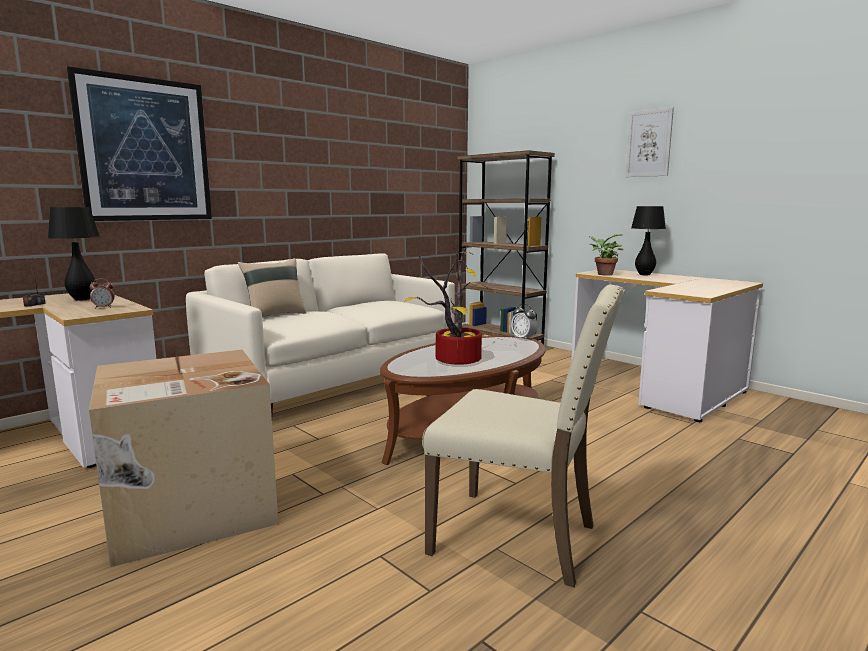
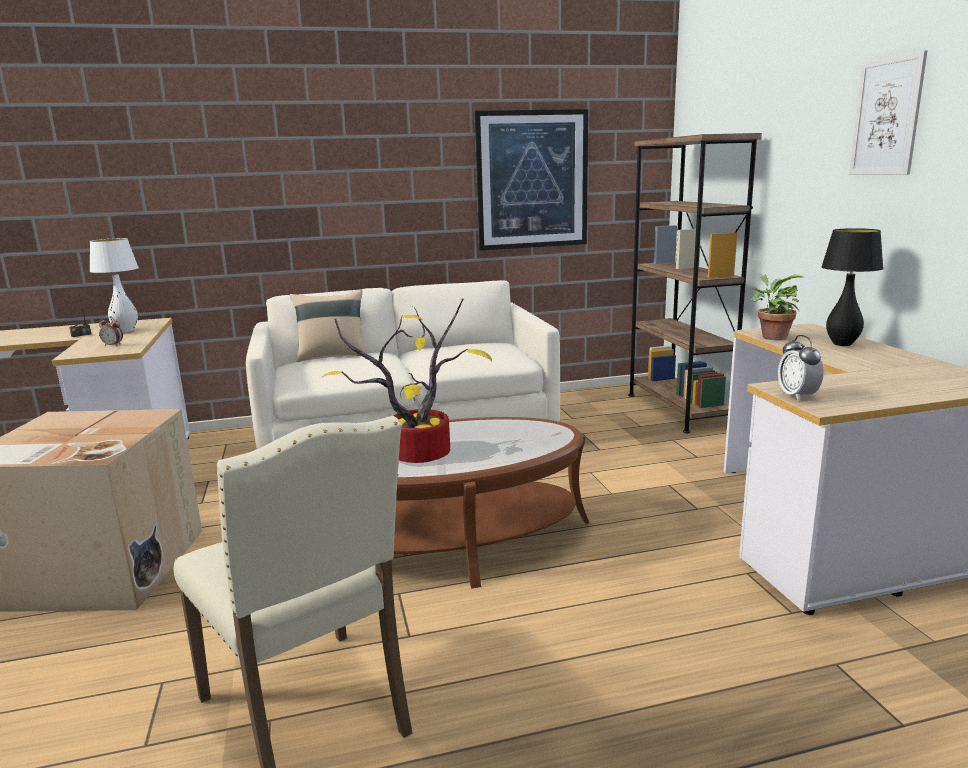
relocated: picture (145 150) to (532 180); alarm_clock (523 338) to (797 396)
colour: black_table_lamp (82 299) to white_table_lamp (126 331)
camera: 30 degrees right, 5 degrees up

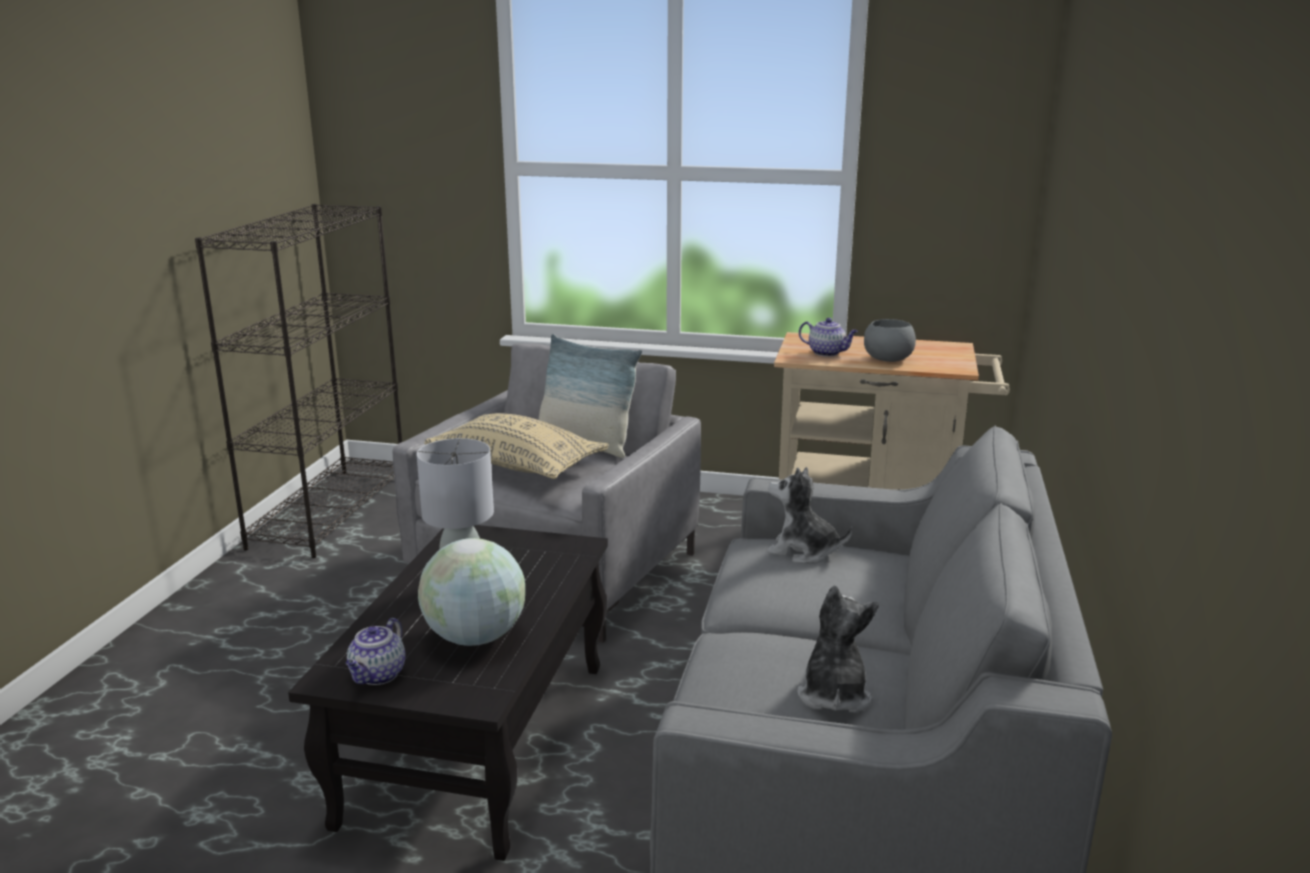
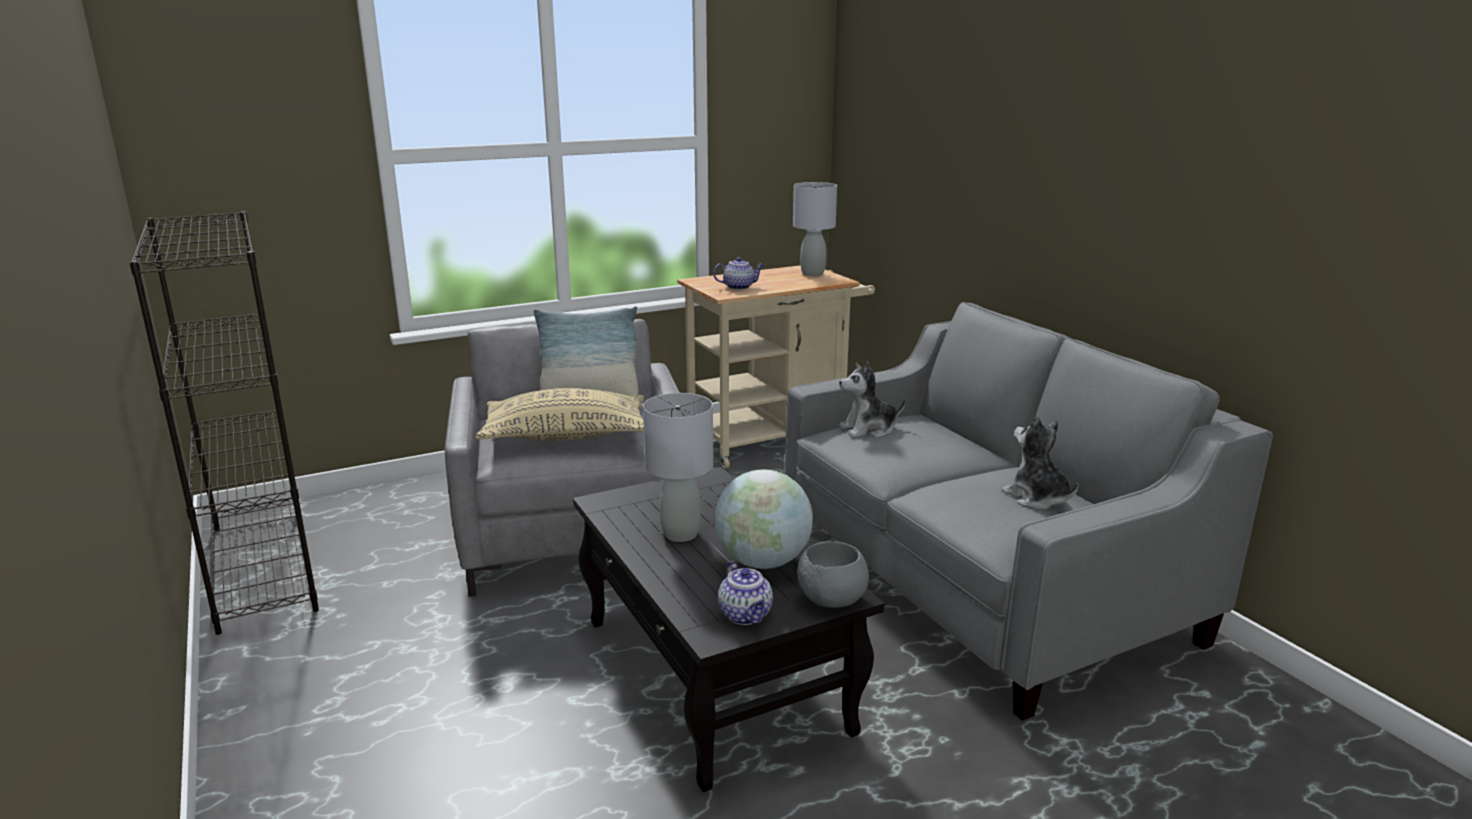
appeared: grey_table_lamp (813 274)
relocated: grey_bowl (887 359) to (831 598)
camera: 40 degrees left, 0 degrees up

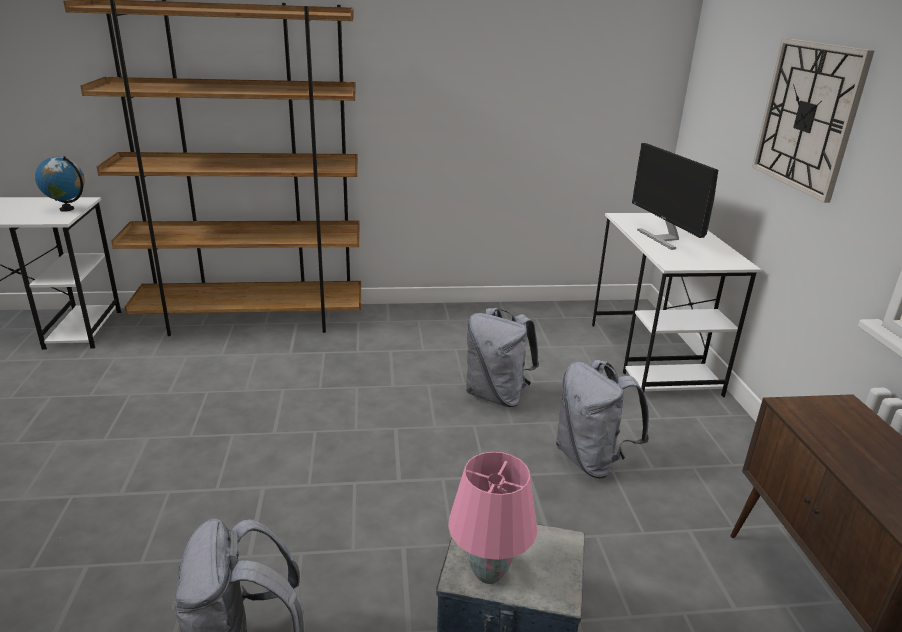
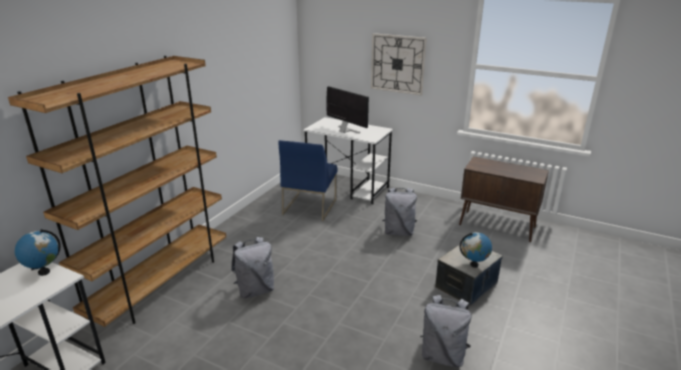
appeared: blue_chair (309 206)
relocated: grey_backpack (497 395) to (255 290)
exchanged: pink_table_lamp (488 574) to globe (474 264)
spun: monitor (663 238) = (346 131) 150 degrees counterclockwise
camera: 55 degrees left, 0 degrees up

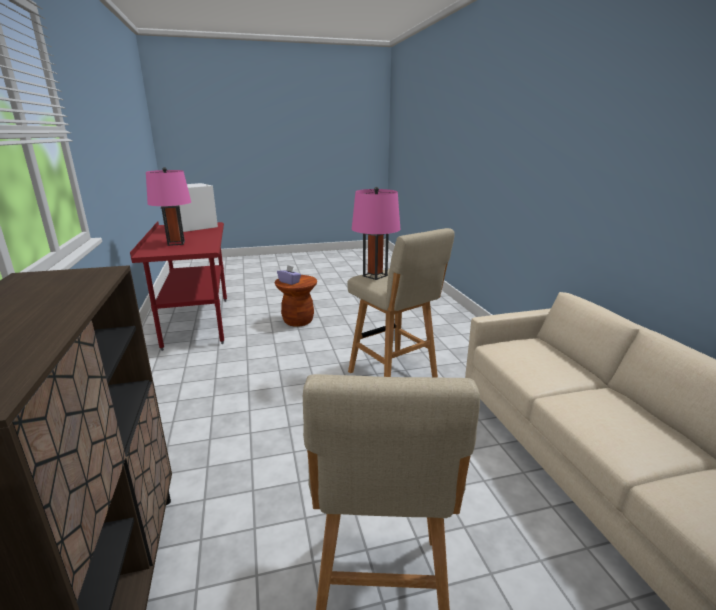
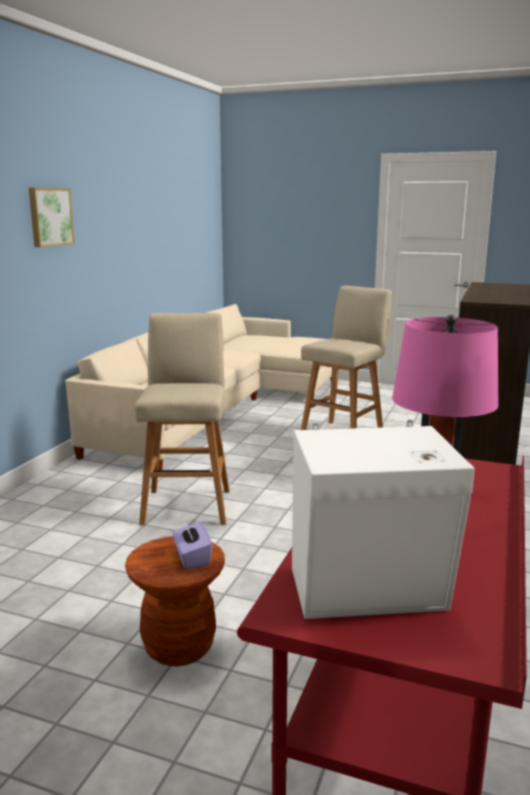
missing: pink_table_lamp (375 275)
appeared: picture (50 217)
camera: 145 degrees left, 5 degrees down

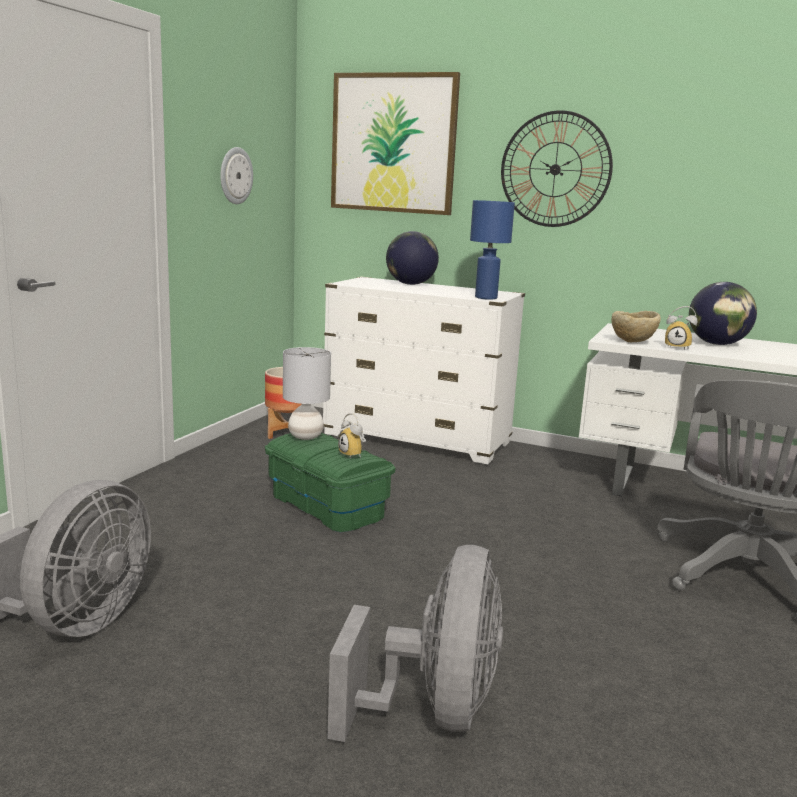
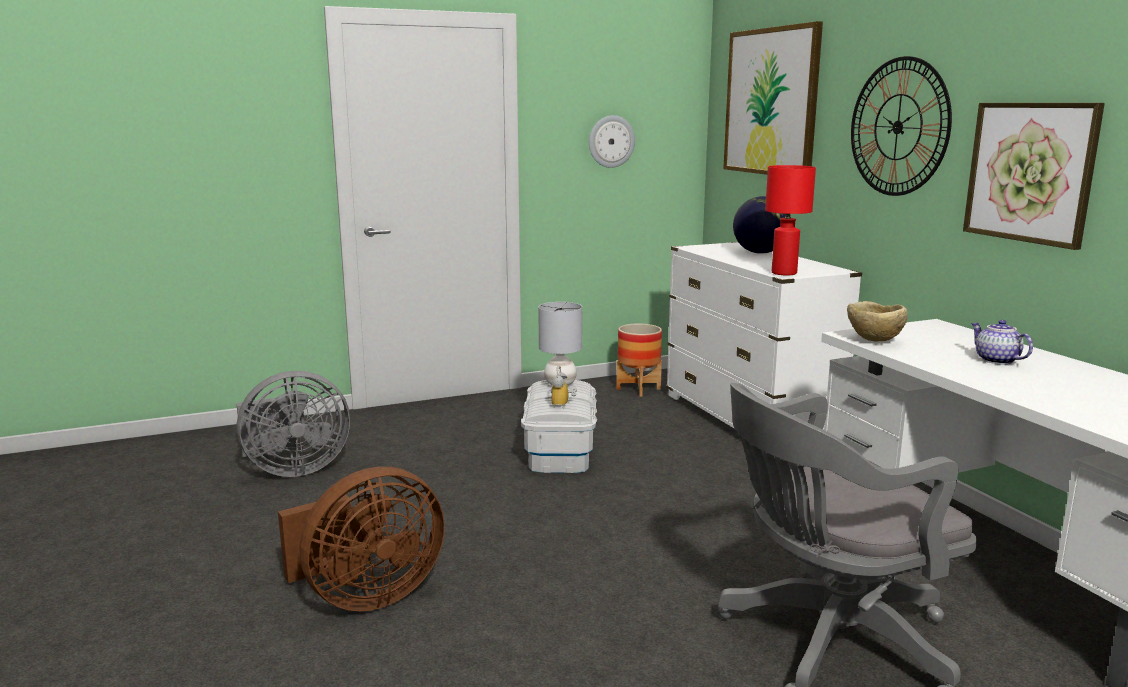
missing: alarm_clock (678 347)
appeared: picture (1030 172)
exchanged: globe (717 344) to teapot (995 360)
colour: green_storage_box (327 506) to white_storage_box (560 450); grey_fan (434 711) to brown_fan (366 596); blue_table_lamp (486 298) to red_table_lamp (784 273)
camera: 45 degrees right, 0 degrees up

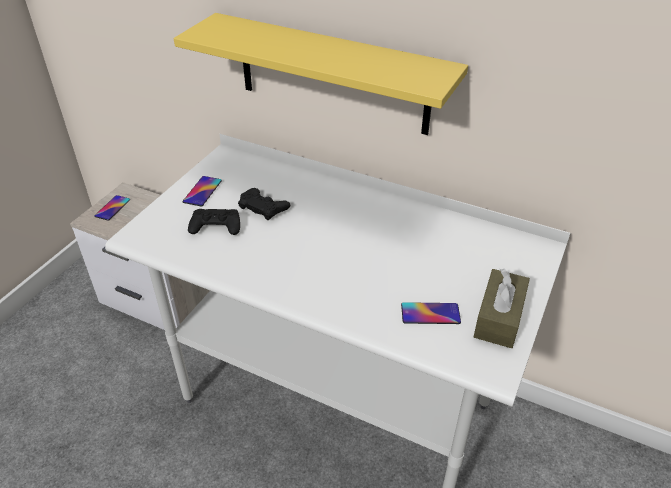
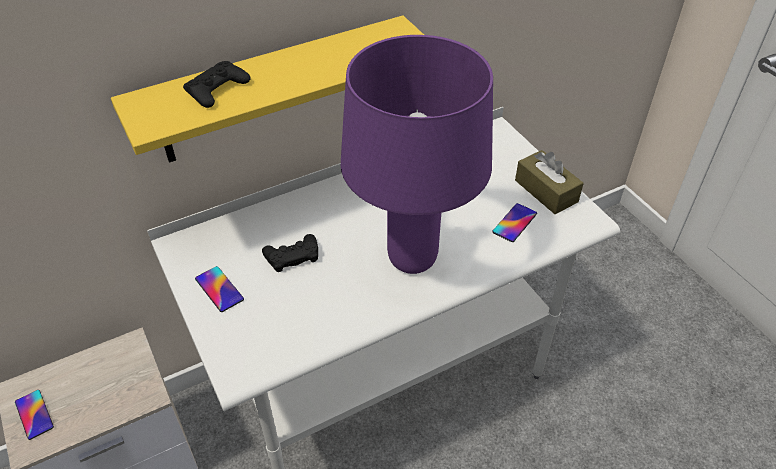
appeared: purple_table_lamp (413 259)
relocated: black_game_controller (216 226) to (217 90)
camera: 55 degrees left, 5 degrees up

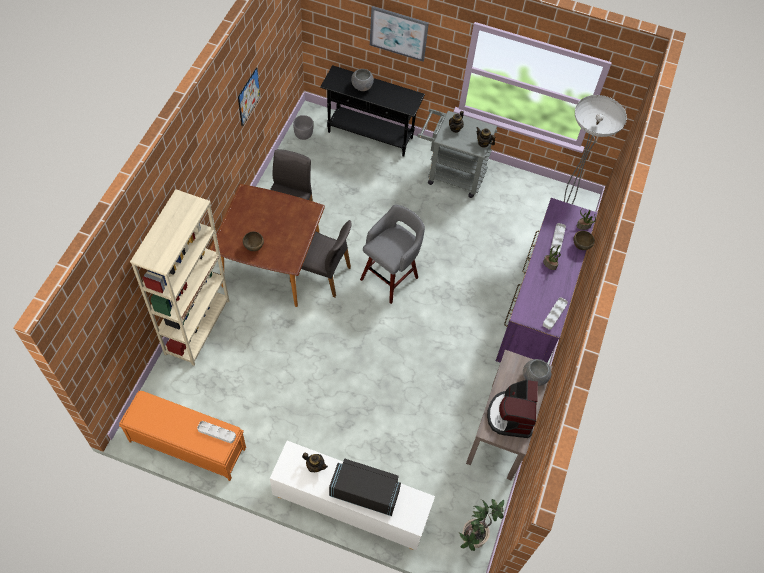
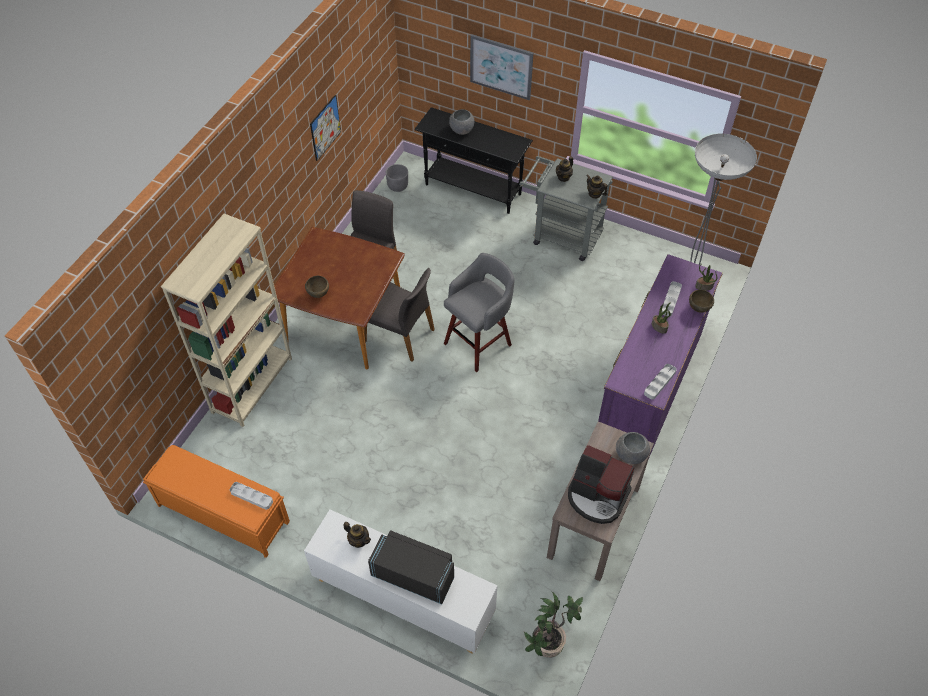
spun: coffee_machine (510 415) = (597 497) 75 degrees counterclockwise
camera: 10 degrees right, 5 degrees down

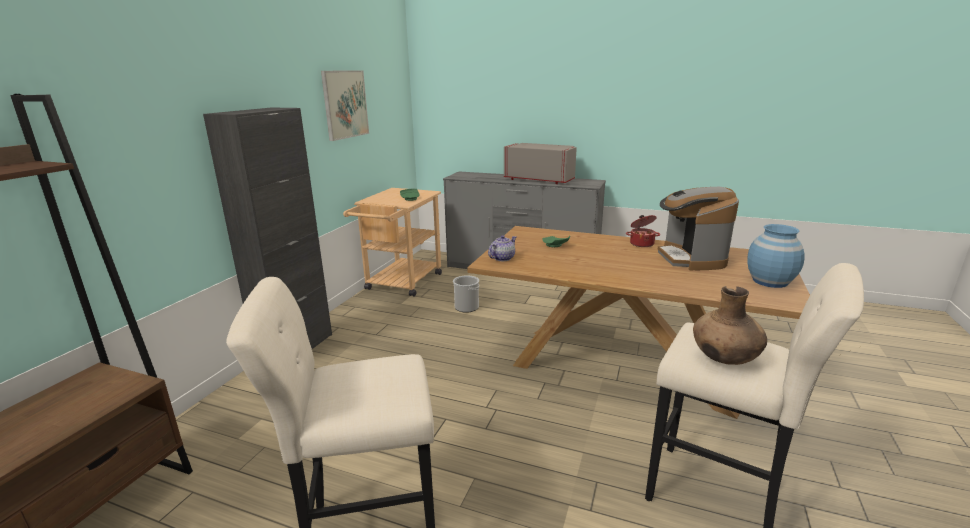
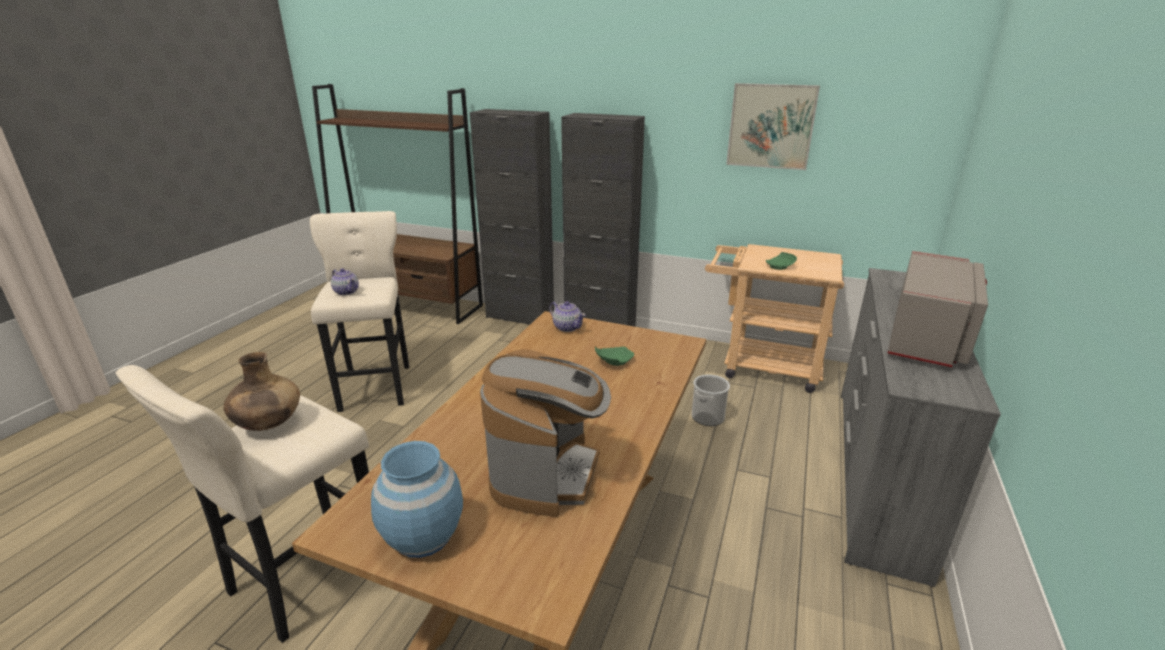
missing: cooking_pot (641 243)
appeared: teapot (346 291); black_cabinet (520 316)
spun: coffee_machine (690 258) = (546 473) 105 degrees clockwise
camera: 90 degrees right, 5 degrees up

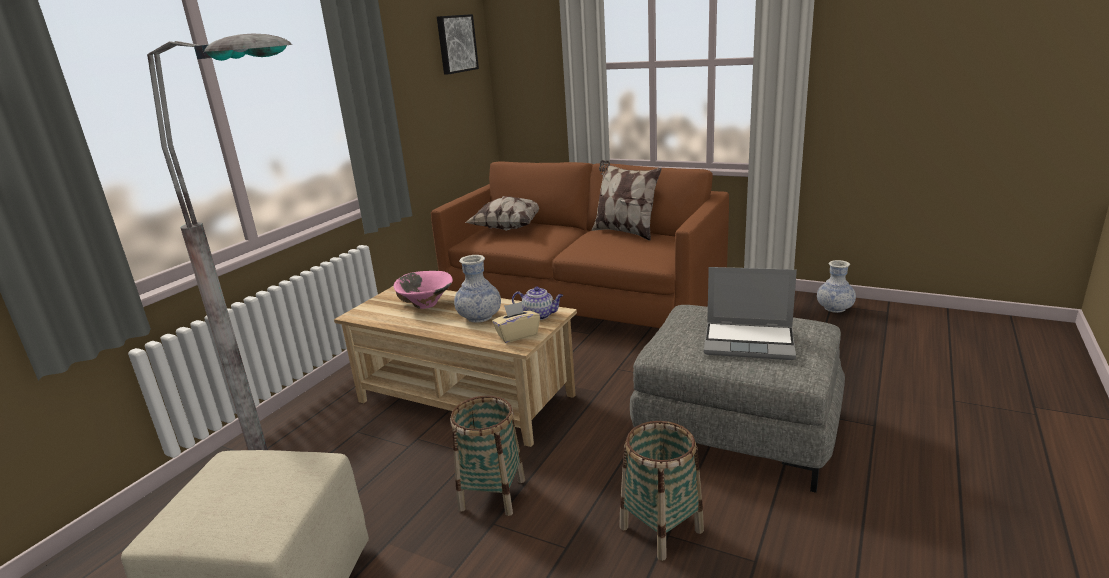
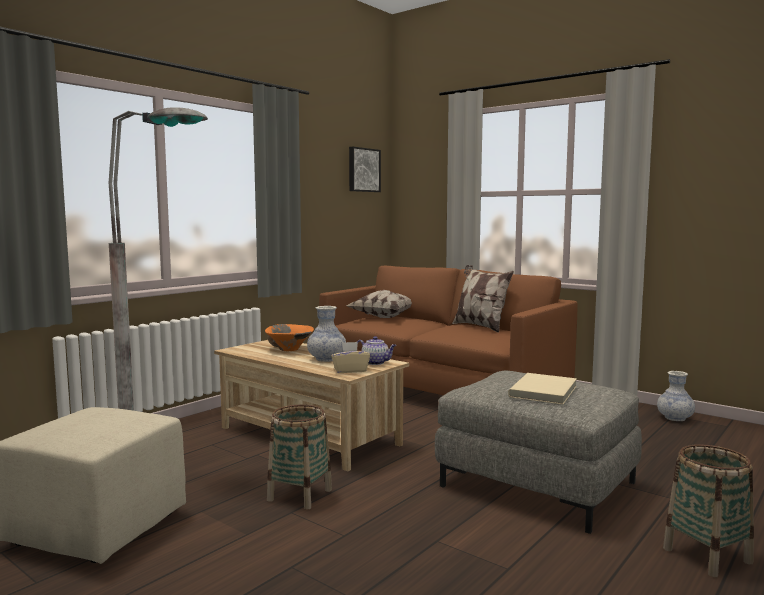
relocated: basket (661 529) to (707 555)
exchanged: laptop (750 342) to beige_book (545 391)
colour: pink_bowl (426 305) to orange_bowl (289 350)
camera: 10 degrees right, 15 degrees down

